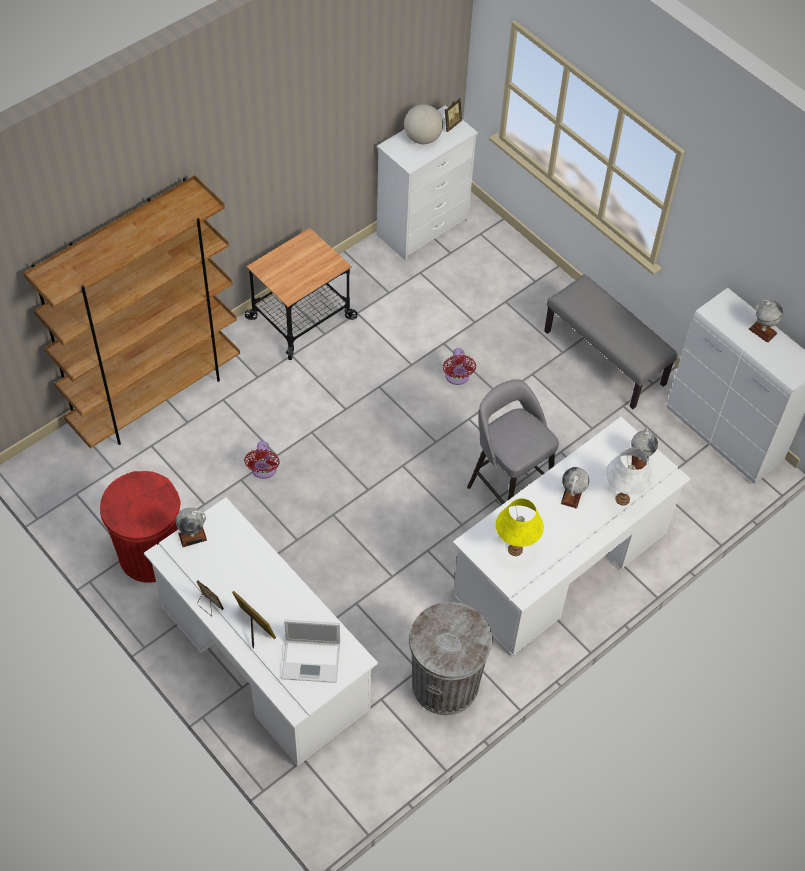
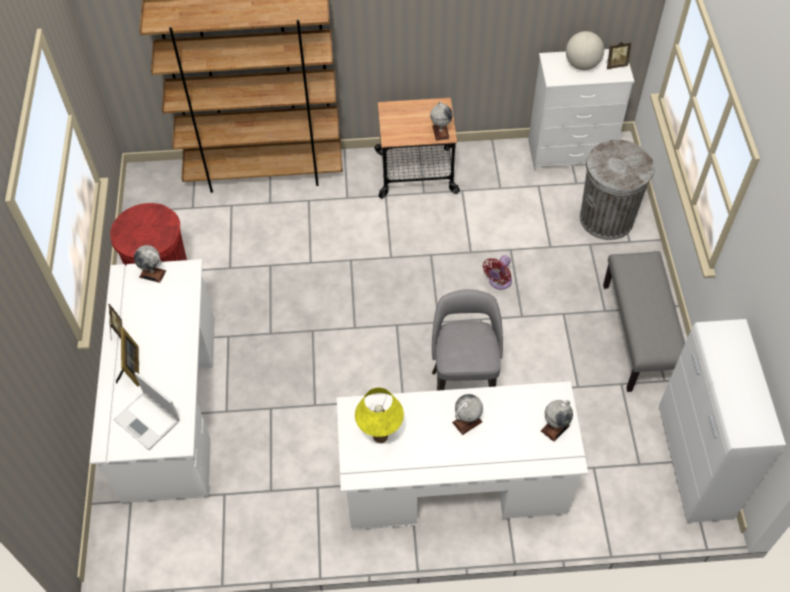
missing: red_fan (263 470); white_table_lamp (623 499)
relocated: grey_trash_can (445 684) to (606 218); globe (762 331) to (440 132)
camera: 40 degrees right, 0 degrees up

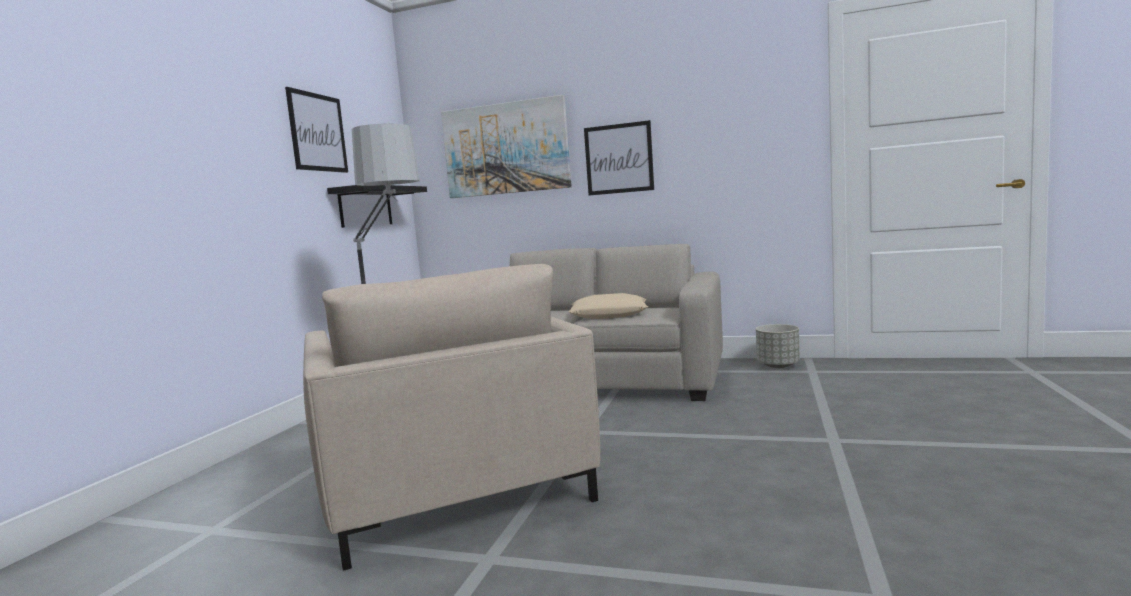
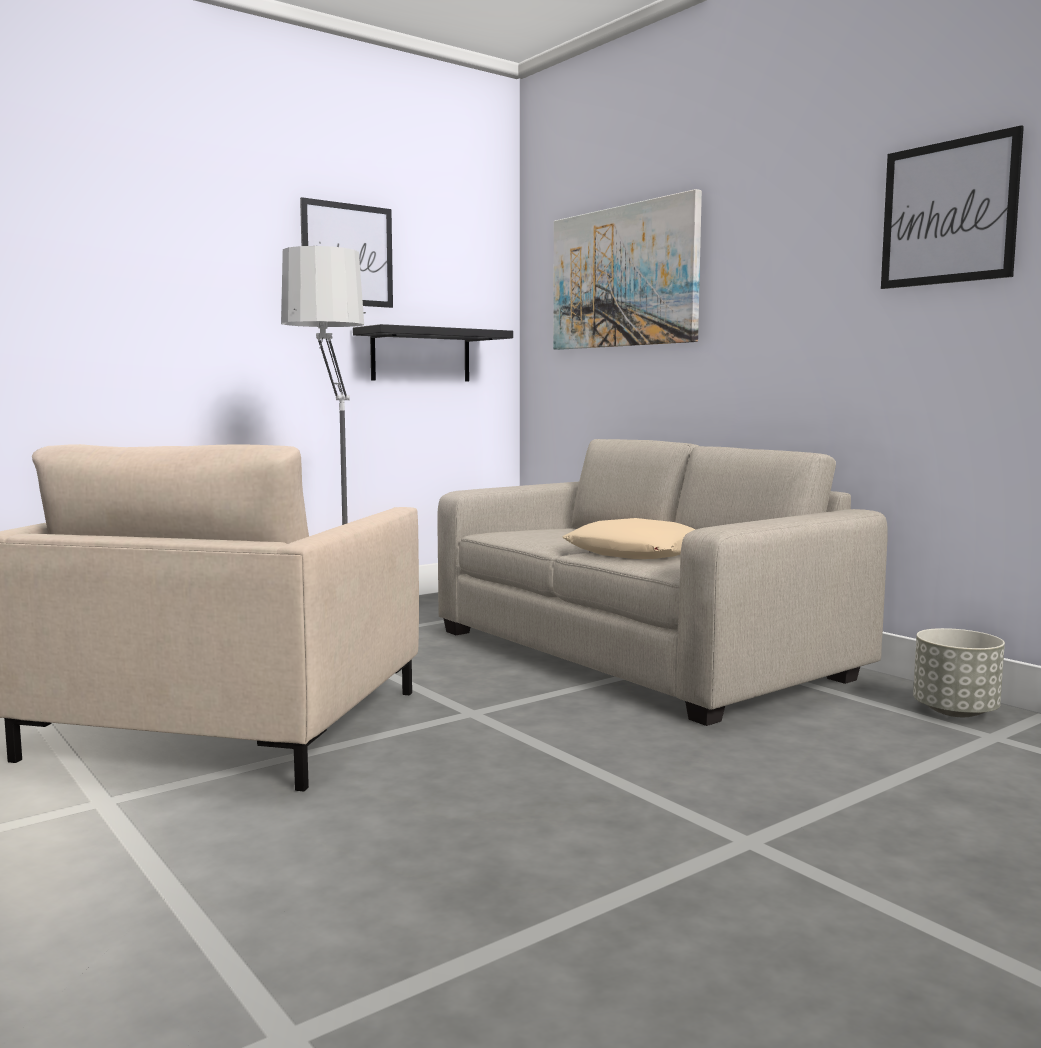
relocated: picture (619 158) to (948 212)
camera: 35 degrees right, 0 degrees up

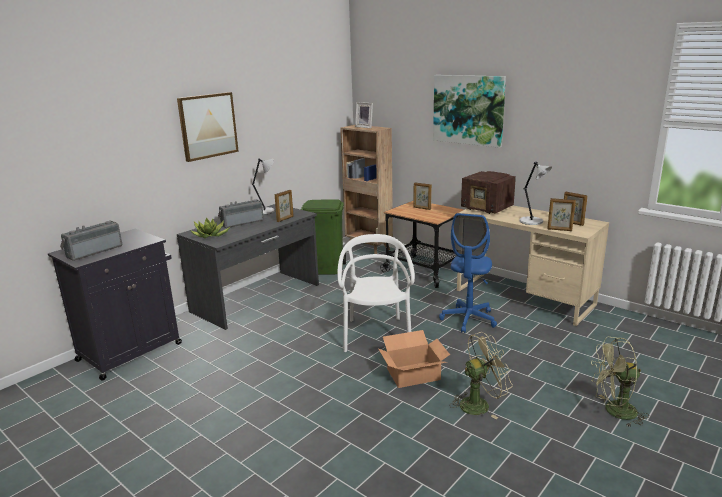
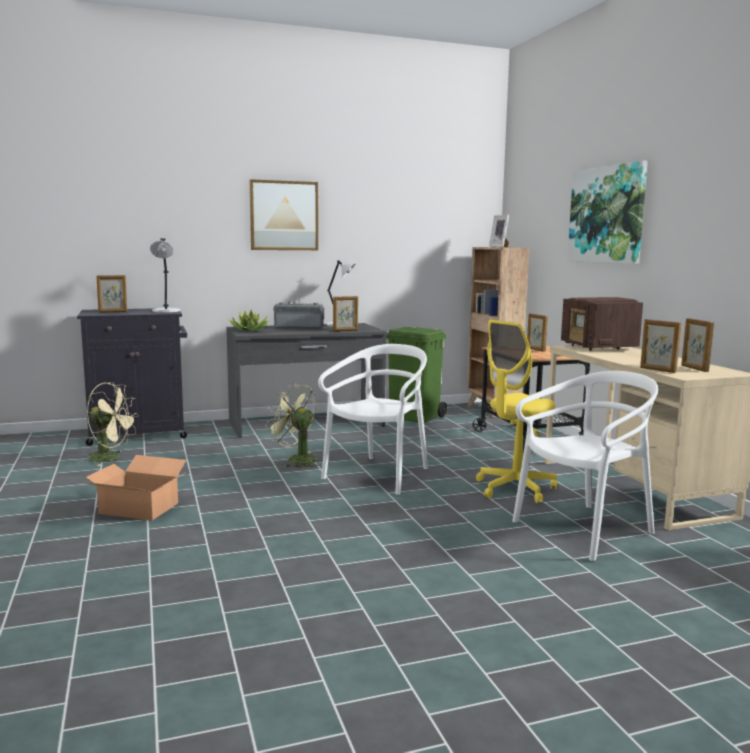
appeared: white_chair (584 530)
relocated: cardboard_box (412 374) to (139 508); beige_fan (479 404) to (111 458); grey_table_lamp (532 221) to (166 311); green_fan (614 412) to (296 459)
exchanged: radio (93 251) to picture_frame (113 312)
colour: blue_office_chair (468 319) to yellow_office_chair (515 489)
camera: 30 degrees right, 10 degrees down

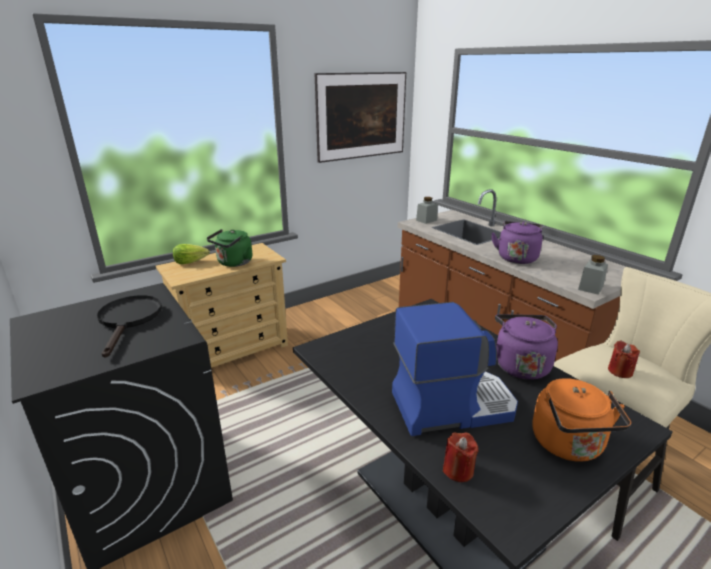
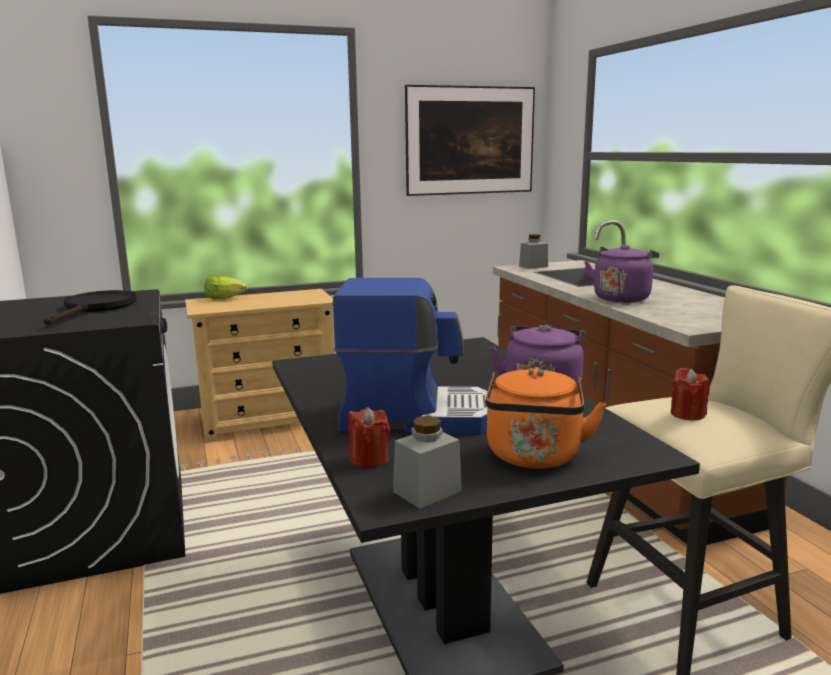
missing: green_kettle (233 263)
relocated: grey_jar (590 287) to (427 491)
camera: 15 degrees right, 10 degrees down

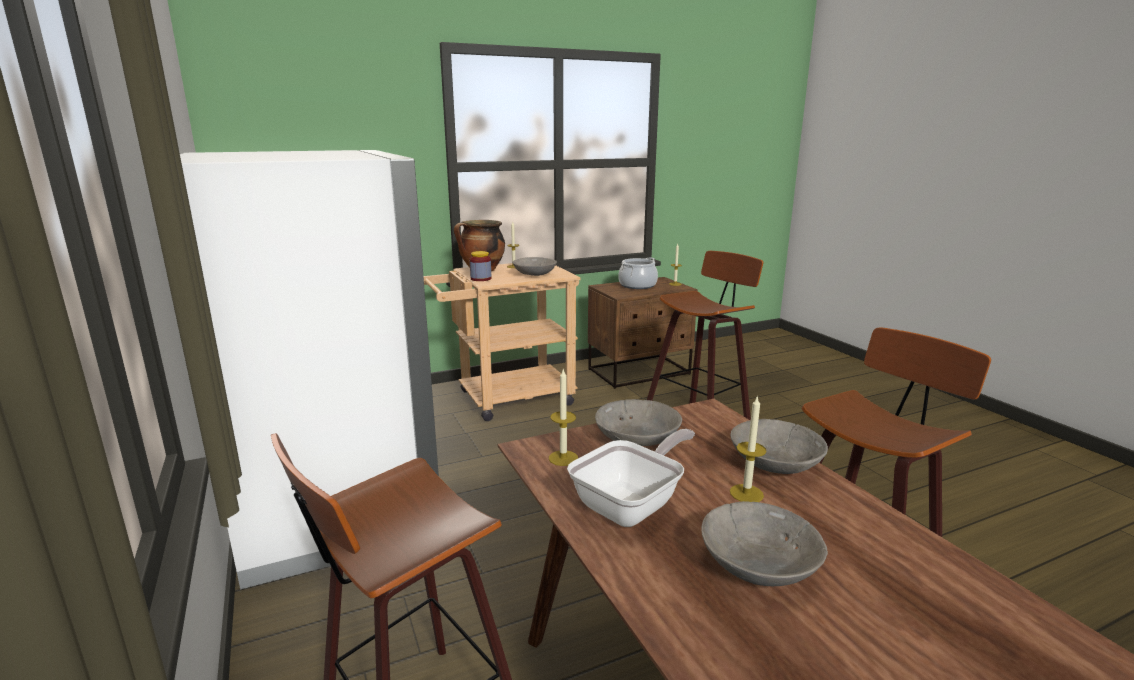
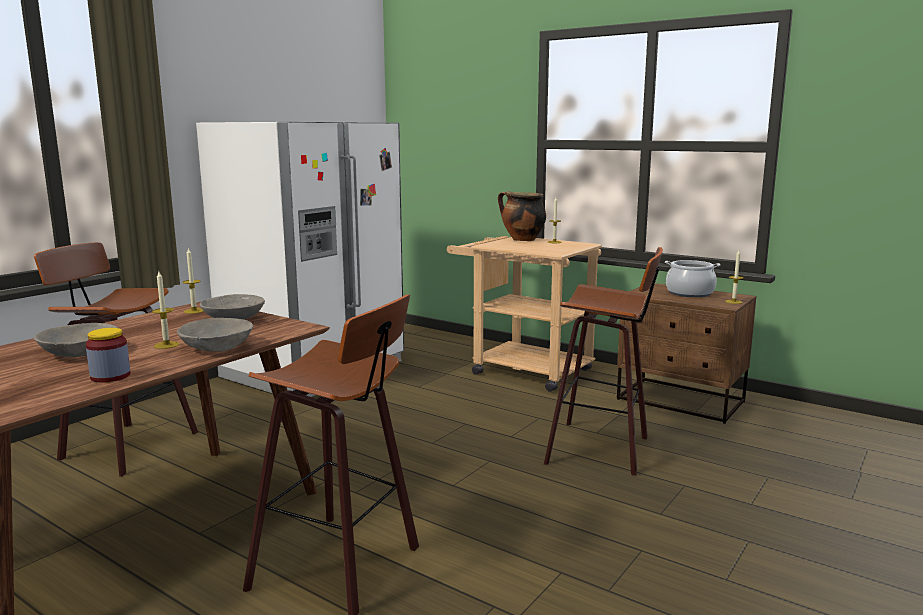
missing: grey_bowl (535 274); frying_pan (633 504)
relocated: jar (481 279) to (110 376)
camera: 60 degrees right, 5 degrees down

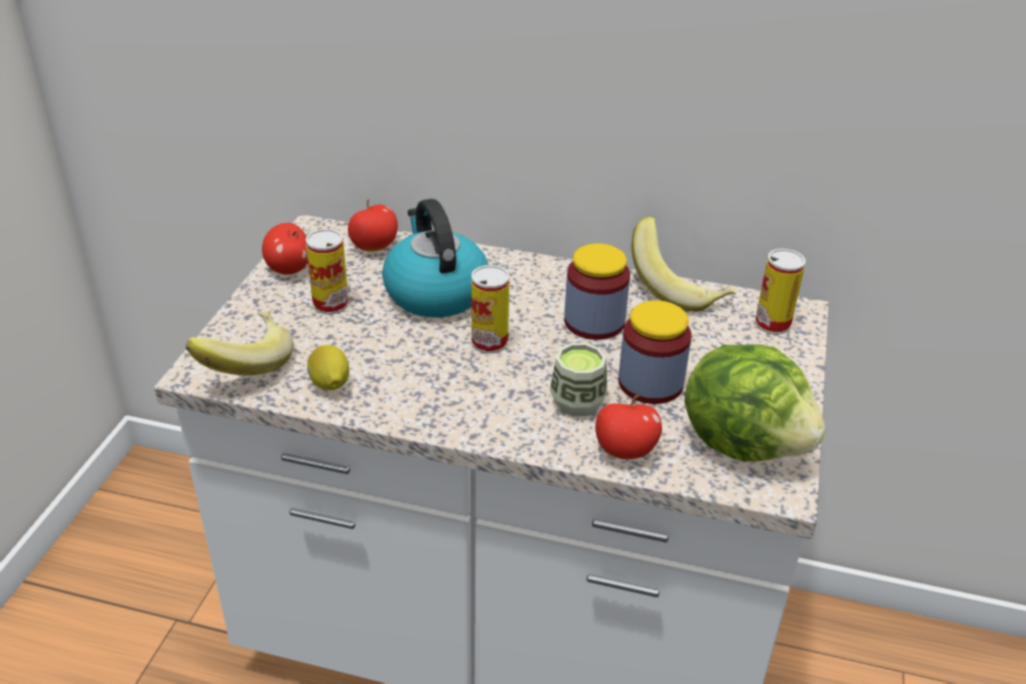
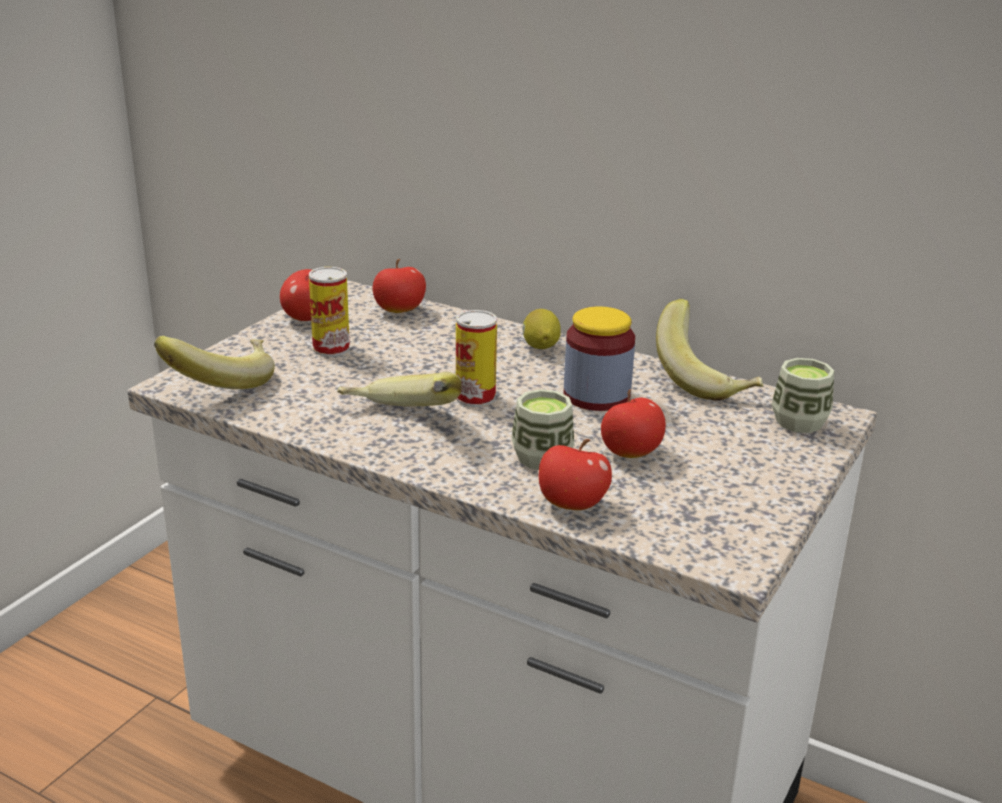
missing: kettle (435 292); lettuce (745 442)
appeared: banana (398 422)
relocated: lemon (329 384) to (540 347)
exchanged: jar (650 383) to apple (631 453); can (772 323) to cup (799 422)
camera: 15 degrees right, 10 degrees down

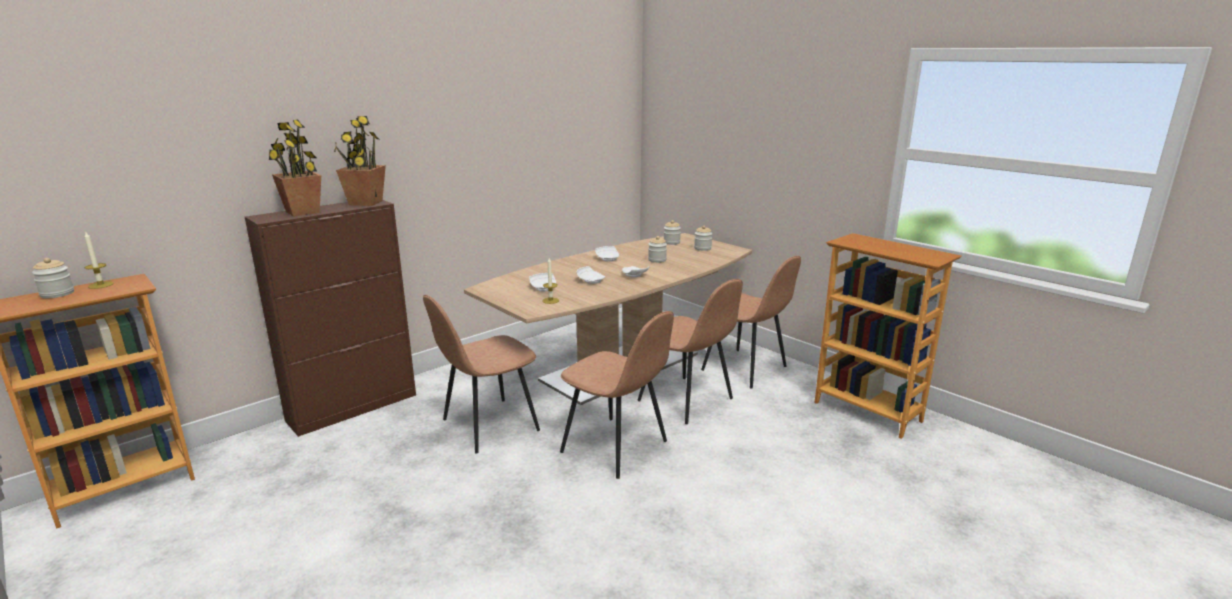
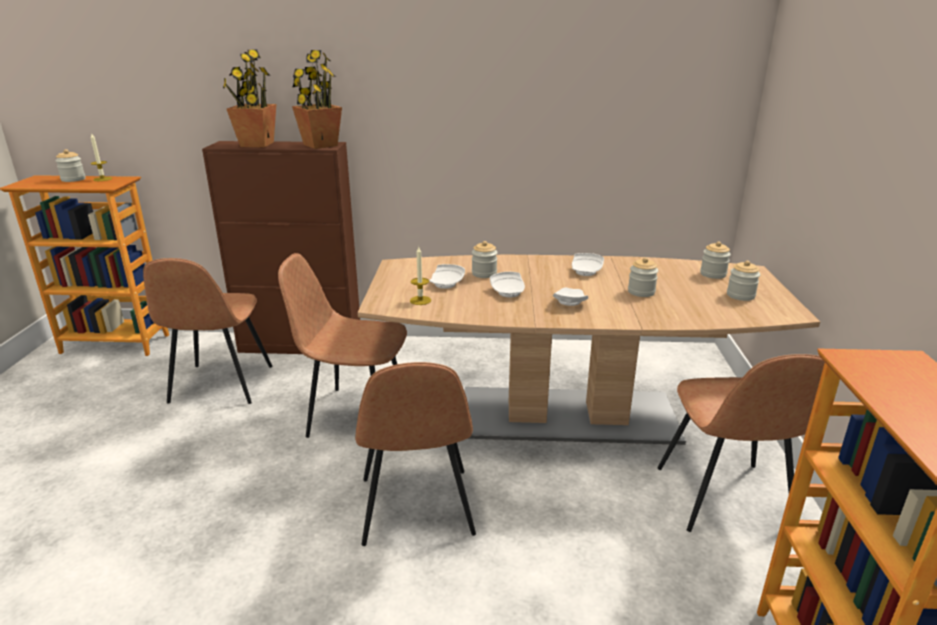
appeared: jar (484 274)
relocated: brown_chair (687 400) to (220 385)
camera: 45 degrees right, 5 degrees up

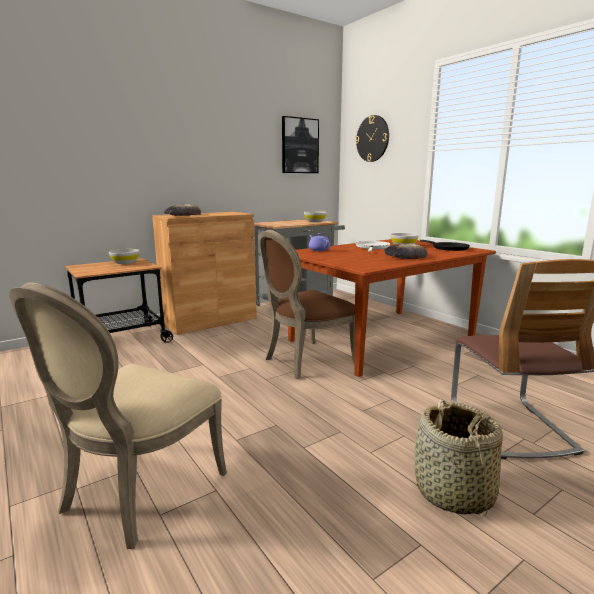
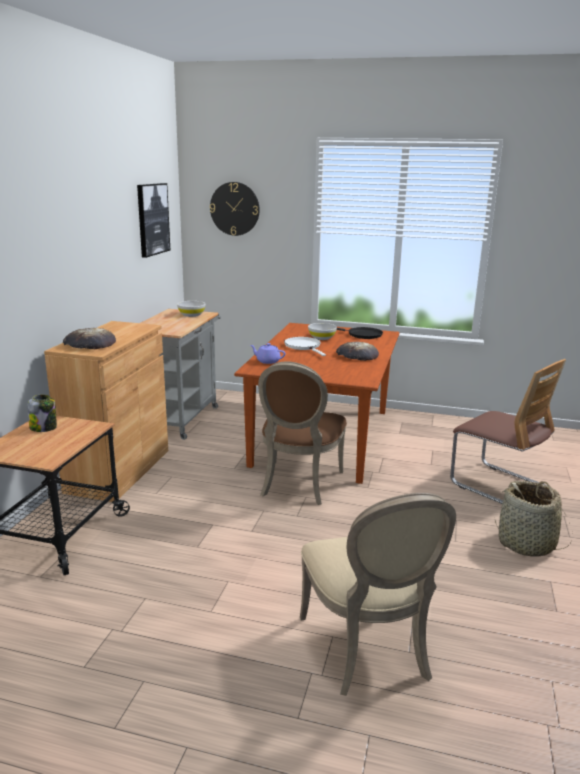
exchanged: white_bowl (125 262) to jar (44 428)
camera: 40 degrees left, 5 degrees up

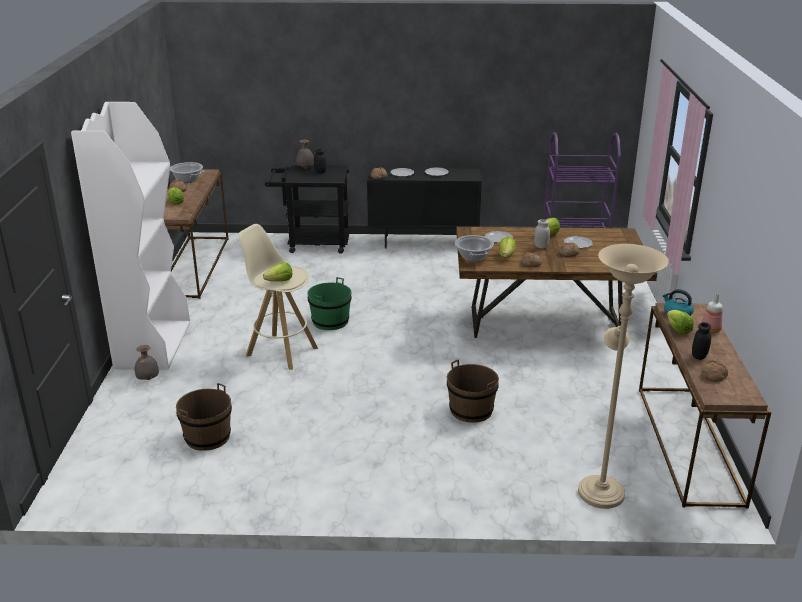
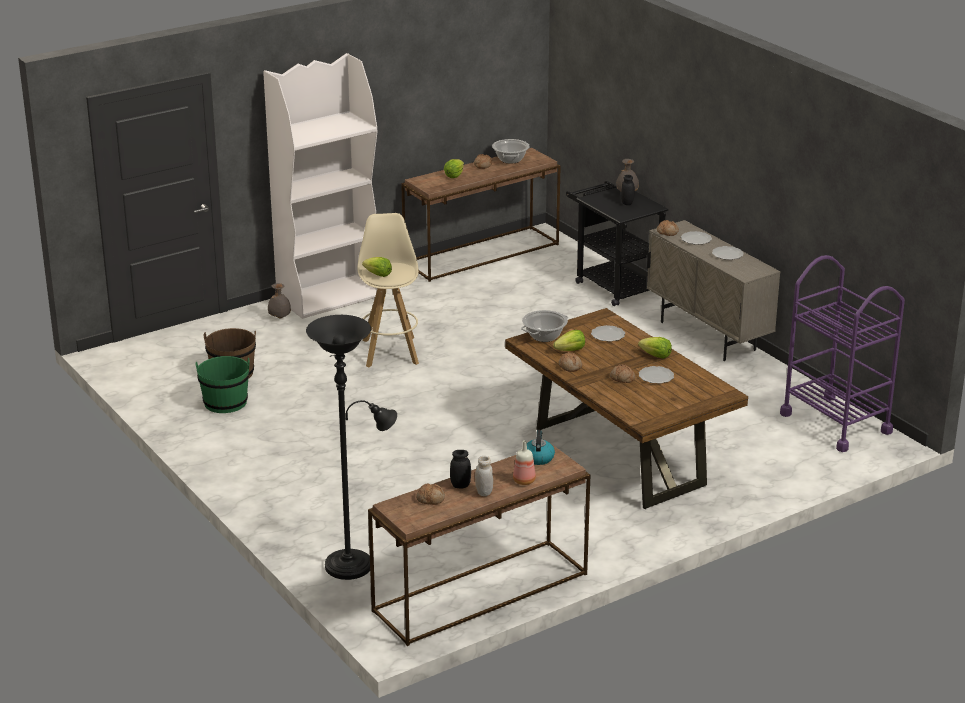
missing: brown_bucket (471 410); lettuce (678 330)
relocated: green_bucket (330 321) to (225 402); white_jar (541 246) to (484 492)
colour: black_cabinet (423 242) to beige_cabinet (708 336); beige_floor_lamp (600 489) to black_floor_lamp (354 564)
camera: 55 degrees right, 0 degrees up

